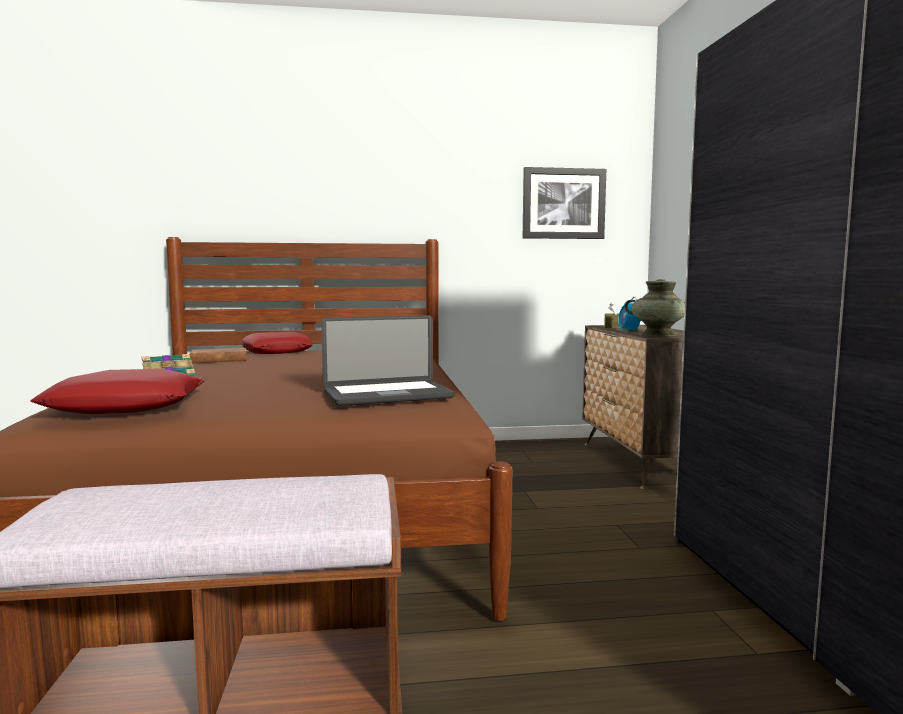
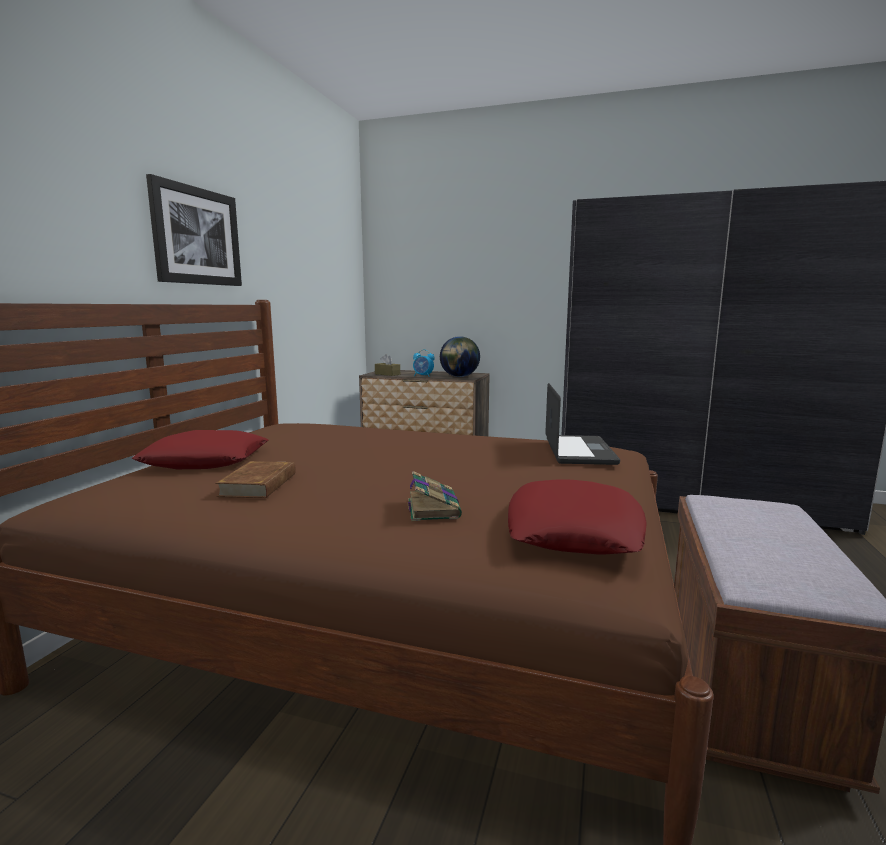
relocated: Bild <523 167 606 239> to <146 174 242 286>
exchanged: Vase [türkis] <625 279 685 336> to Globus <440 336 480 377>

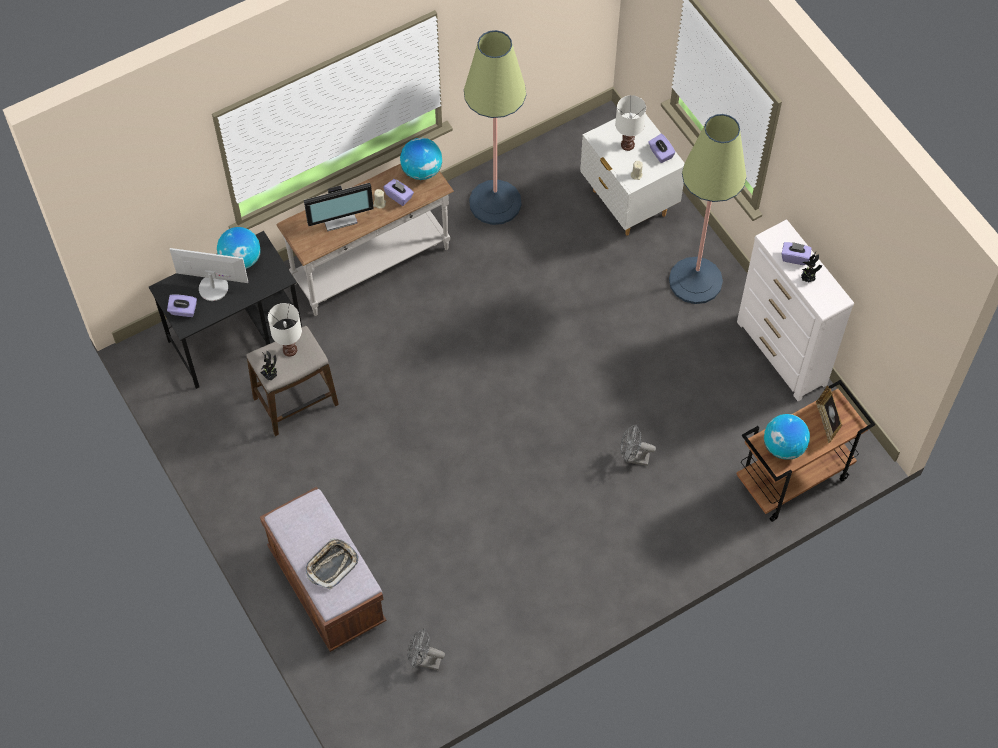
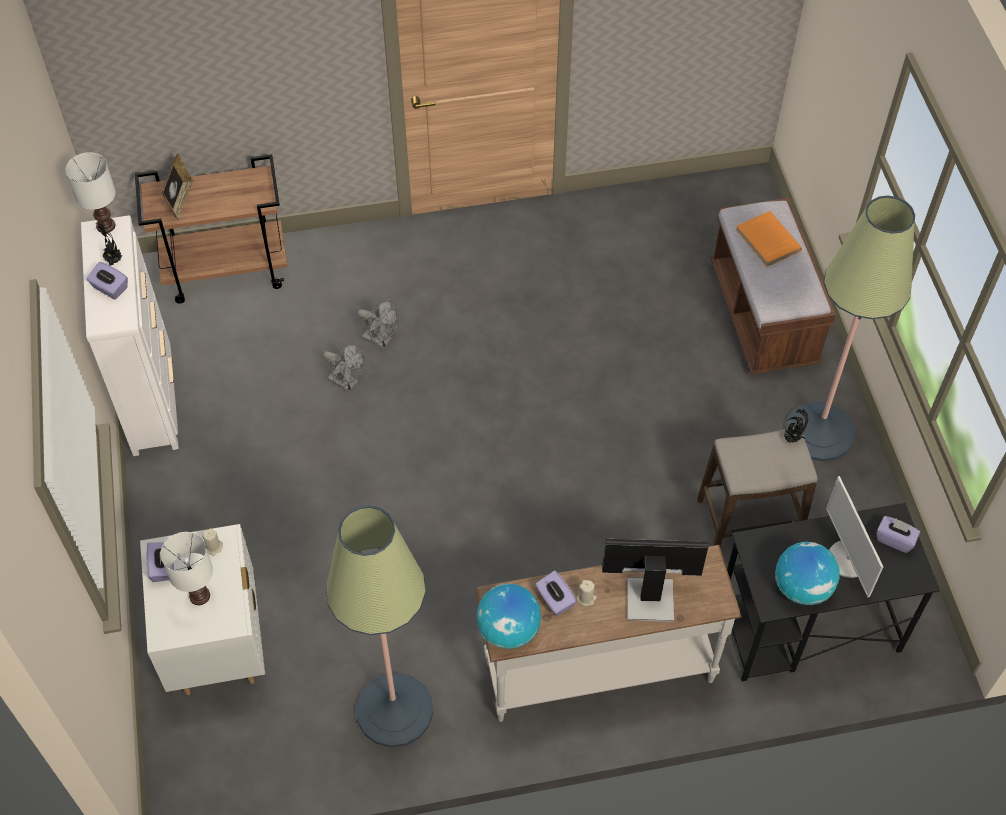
missing: Globus <764 414 810 460>
relocated: Tischlampe [weiß] <268 303 302 356> to <66 152 116 233>; Ventilator [grau] <407 628 445 670> to <323 343 365 392>; Stehlampe <669 114 747 304> to <786 195 915 462>
exchanged: Tablett <305 538 359 590> to Buch [orange] <736 211 802 267>
spun: Monitor <170 248 248 301> = <826 476 883 597> 45 degrees clockwise

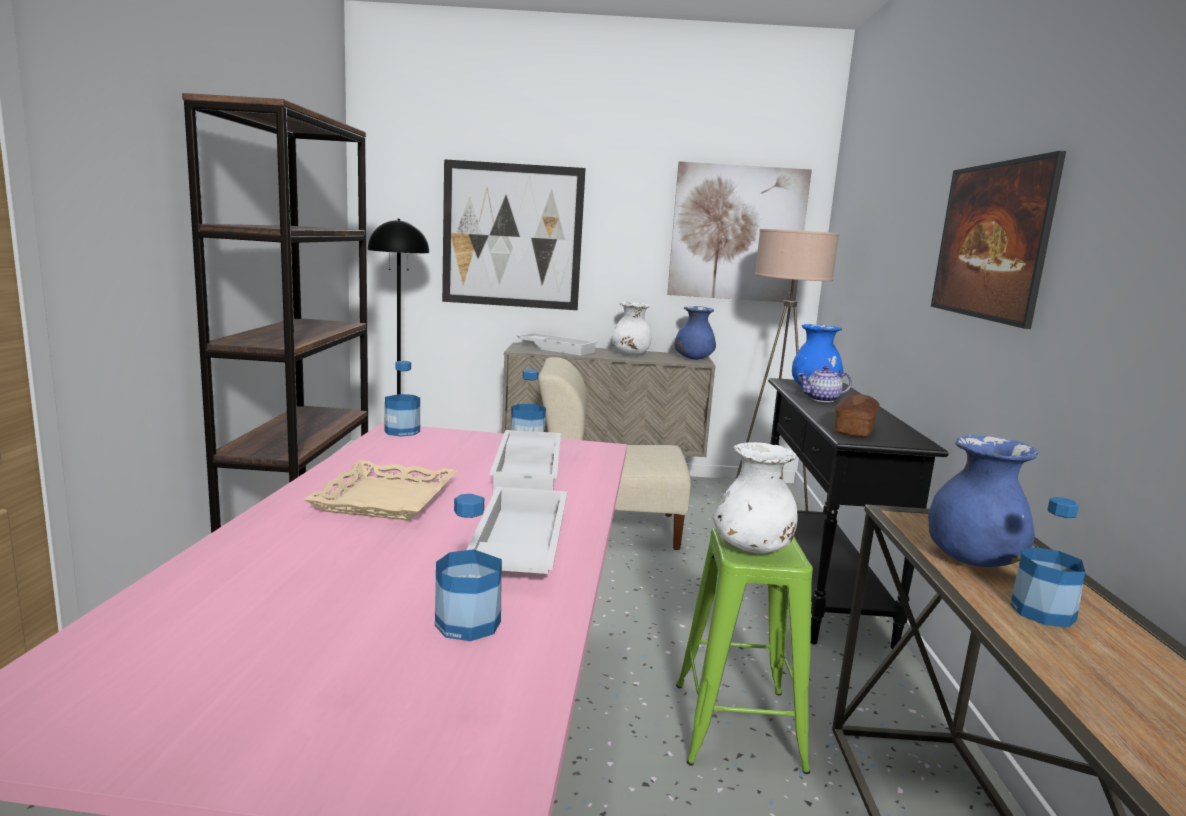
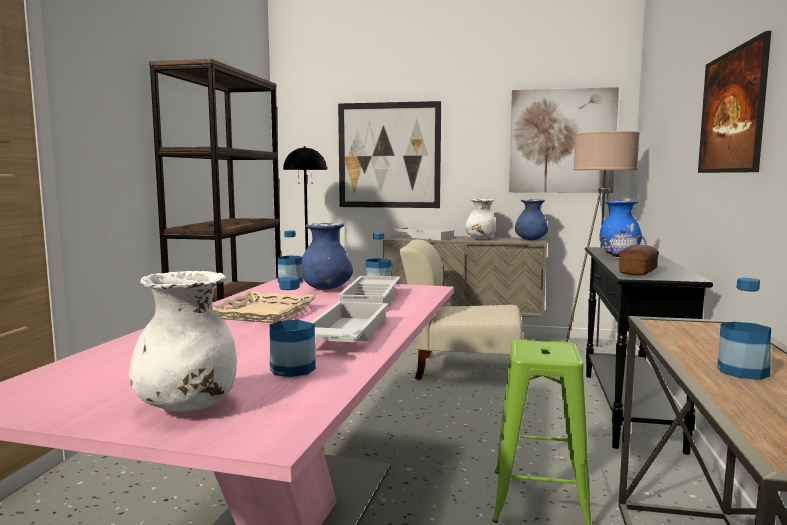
relocated: Vase [weiß] <713 442 798 554> to <129 271 237 412>; Vase [blau] <928 435 1038 567> to <302 223 353 290>

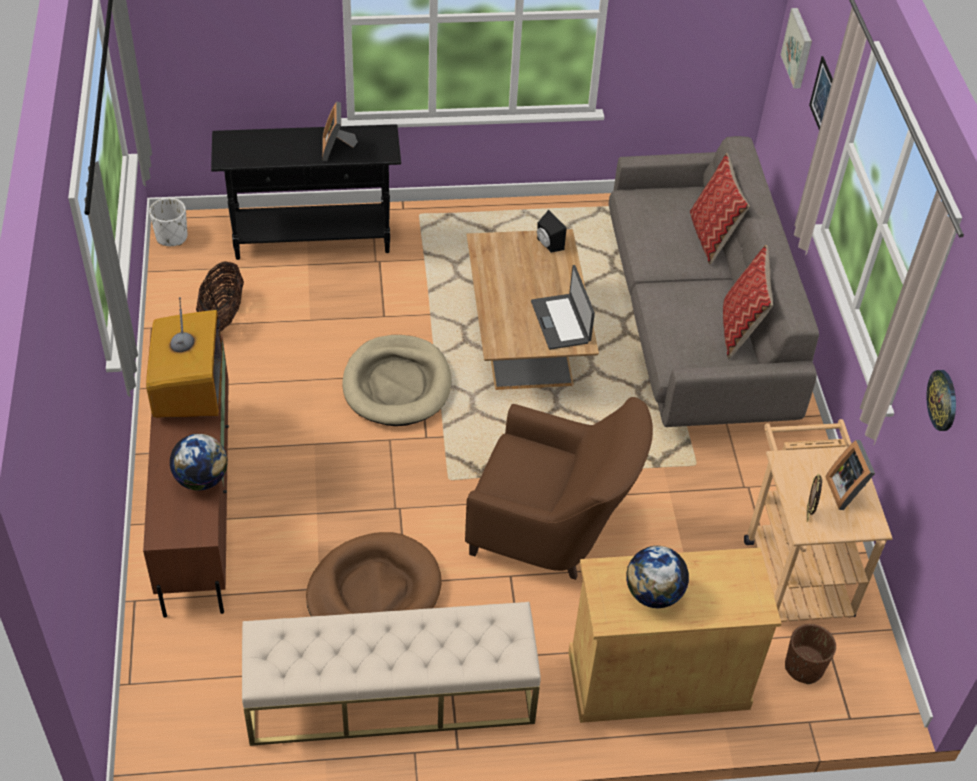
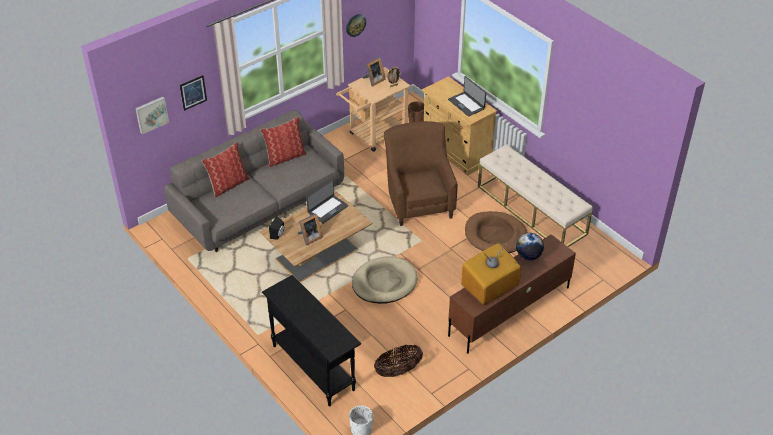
relocated: Bilderrahmen <322 102 358 161> to <297 213 323 245>
exchanged: Globus <626 546 689 608> to Laptop <448 76 486 117>

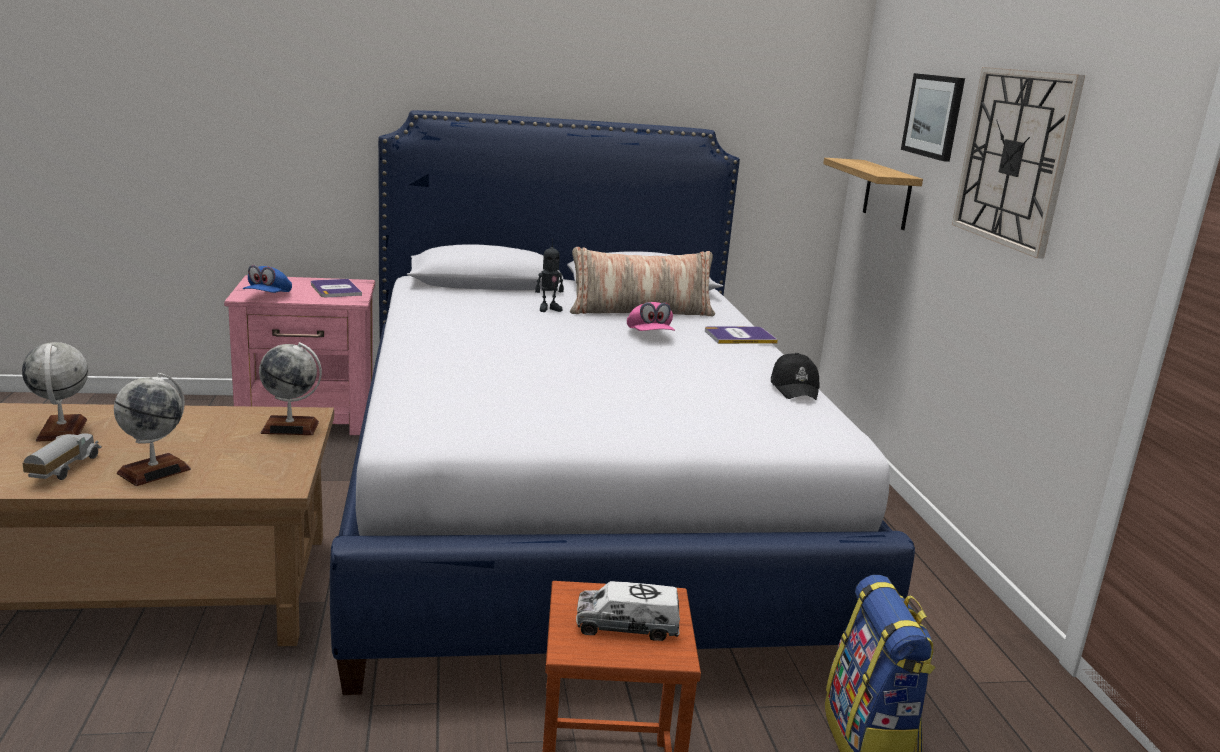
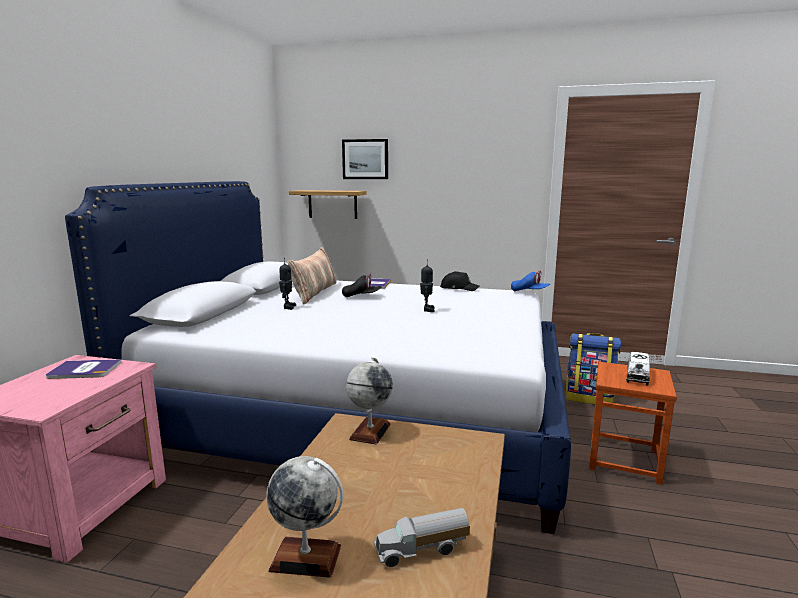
missing: Globus <114 373 191 486>; Wanduhr <952 67 1085 259>
appeared: Spielzeugroboter <420 265 435 312>
relocated: Kappe [blau] <243 265 292 293> to <511 271 550 291>
colour: Kappe [rosa] <627 302 675 331> to Kappe [schwarz] <342 273 382 297>
spun: Spielzeuglaster <22 433 102 480> = <374 508 470 567> 45 degrees counterclockwise

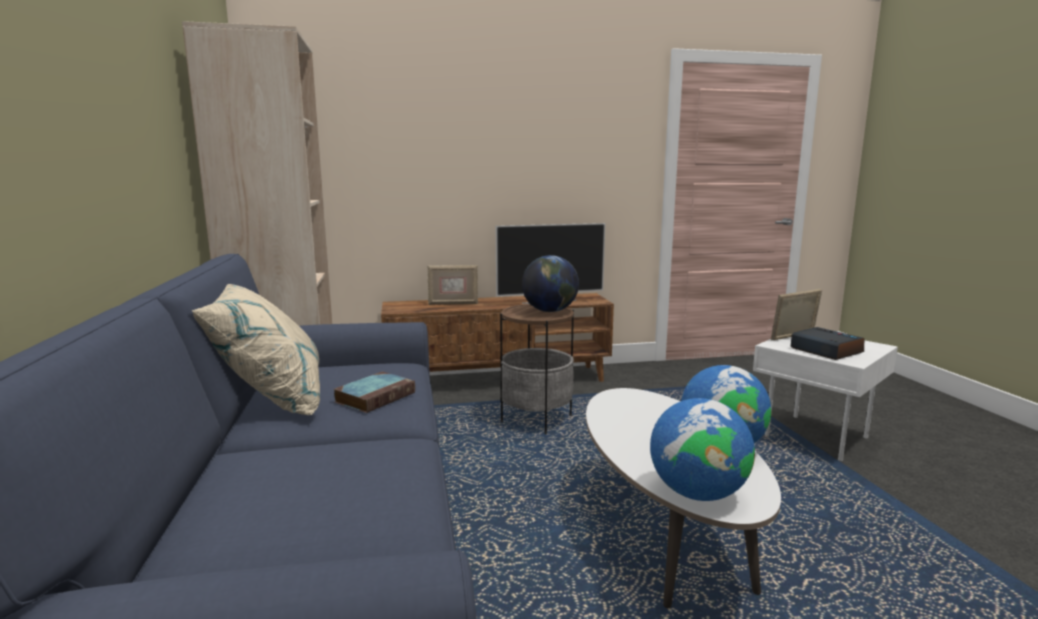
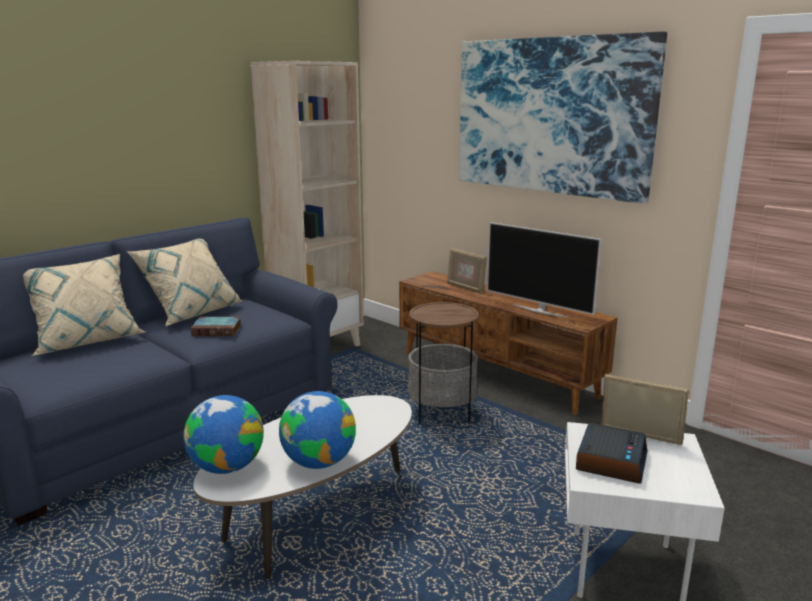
missing: Globus <522 255 579 312>
appeared: Kissen [beige] <23 254 146 356>; Bild <459 31 667 204>

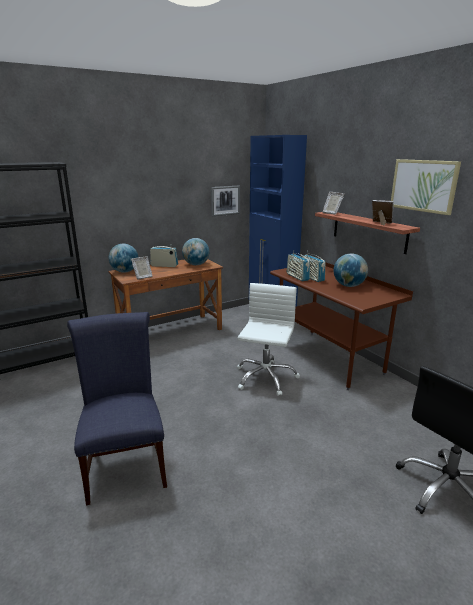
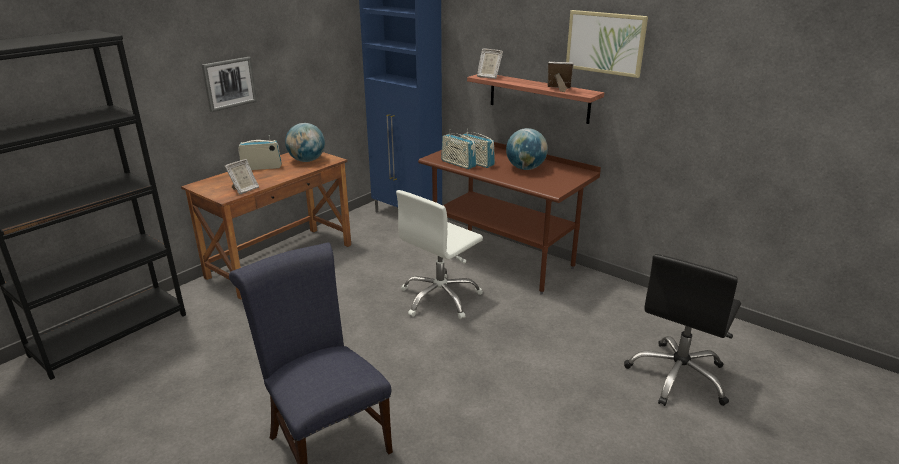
missing: Globus <109 244 139 273>
relocated: Bild <211 186 240 216> to <202 57 257 112>
spun: Bürostuhl [weiß] <237 283 300 396> = <396 190 483 319> 135 degrees counterclockwise

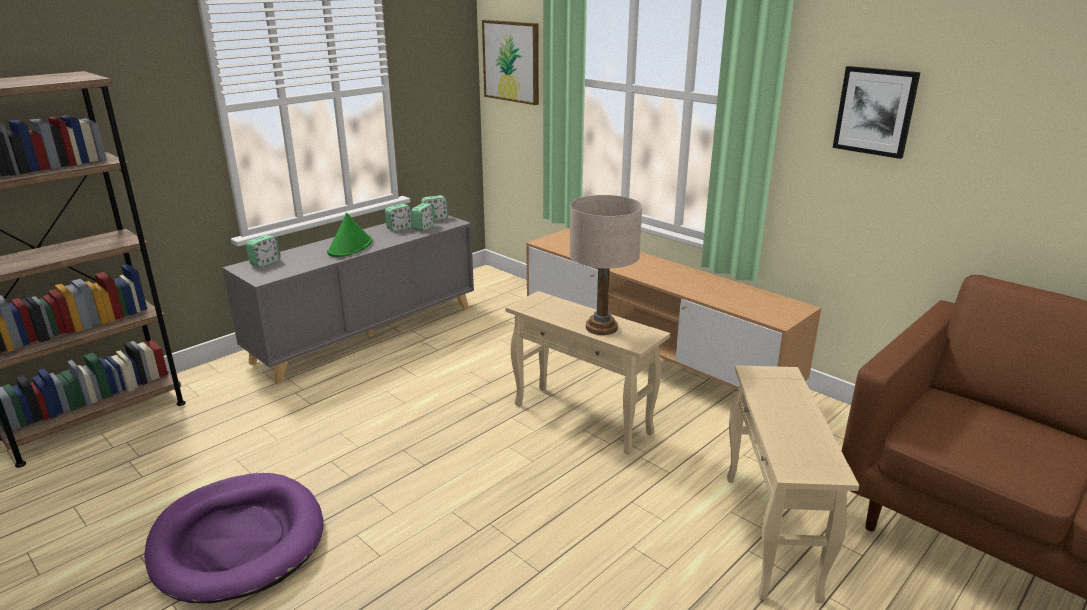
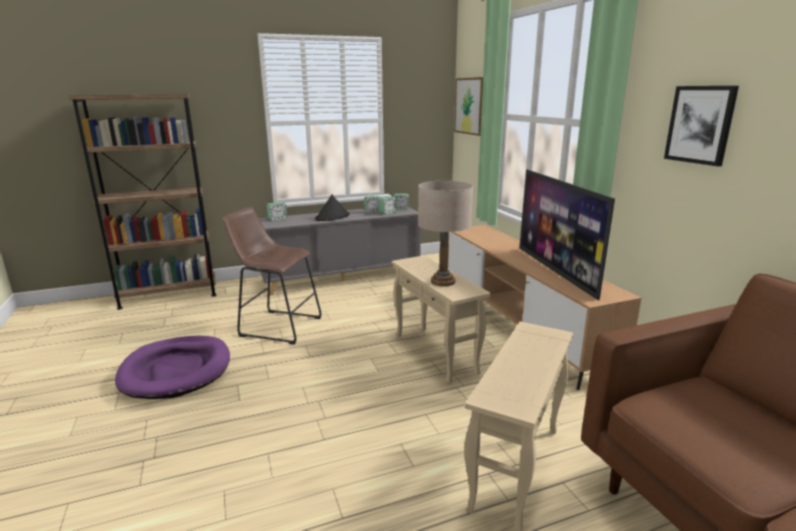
appeared: Hocker [braun] <223 207 321 345>; Fernseher <519 169 615 300>
colour: Hut [grün] <327 213 372 257> to Hut [schwarz] <315 194 349 221>

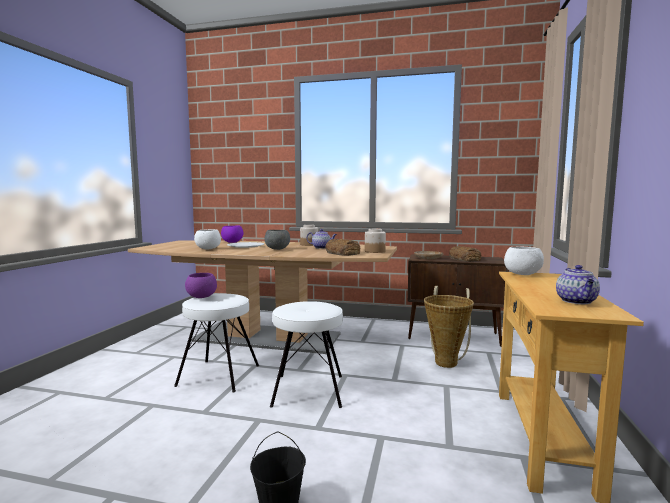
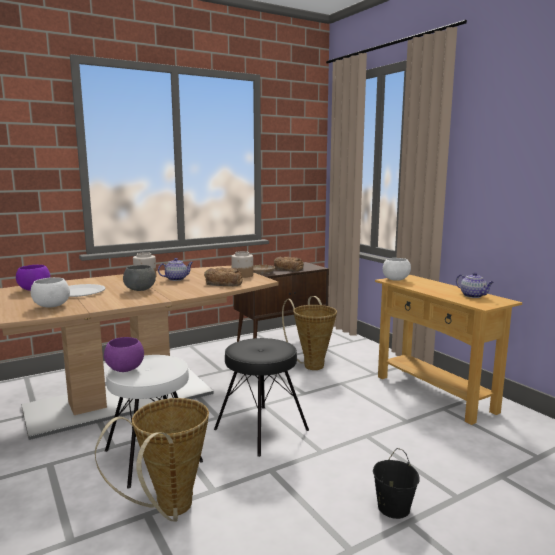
appeared: Korb <95 398 209 521>
colour: Hocker [weiß] <270 301 343 408> to Hocker [schwarz] <214 338 309 457>

